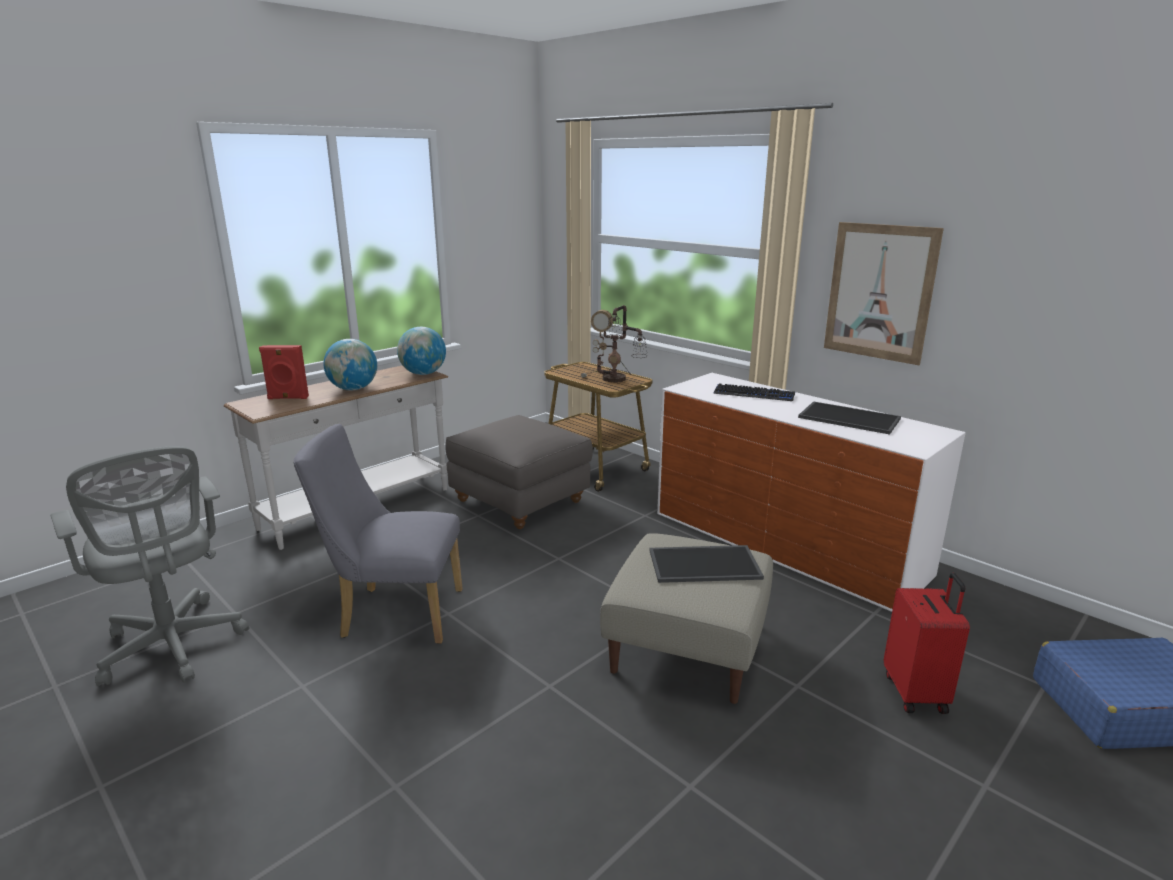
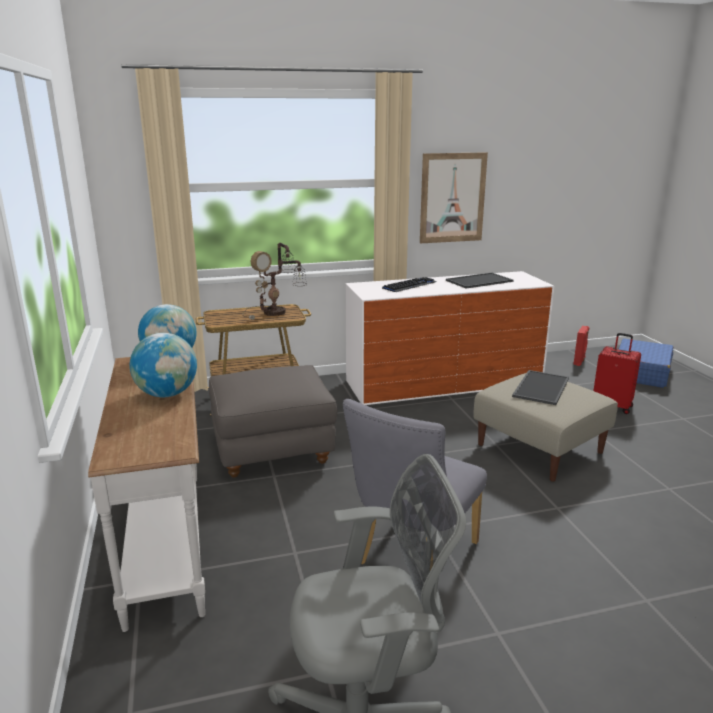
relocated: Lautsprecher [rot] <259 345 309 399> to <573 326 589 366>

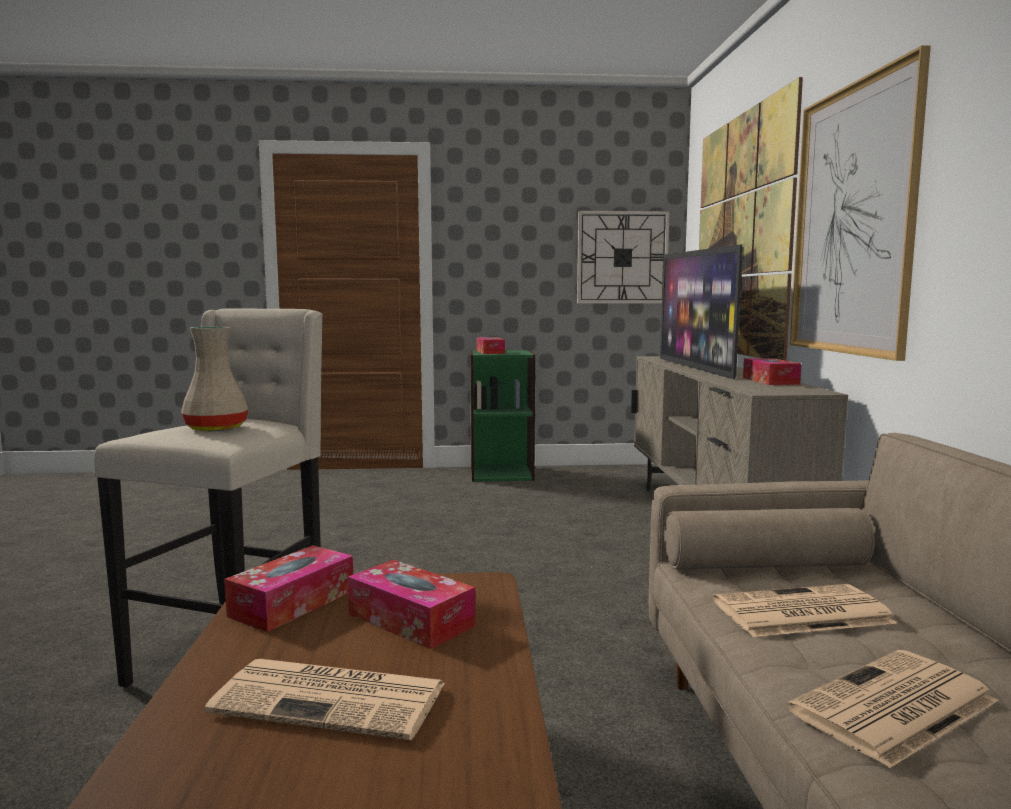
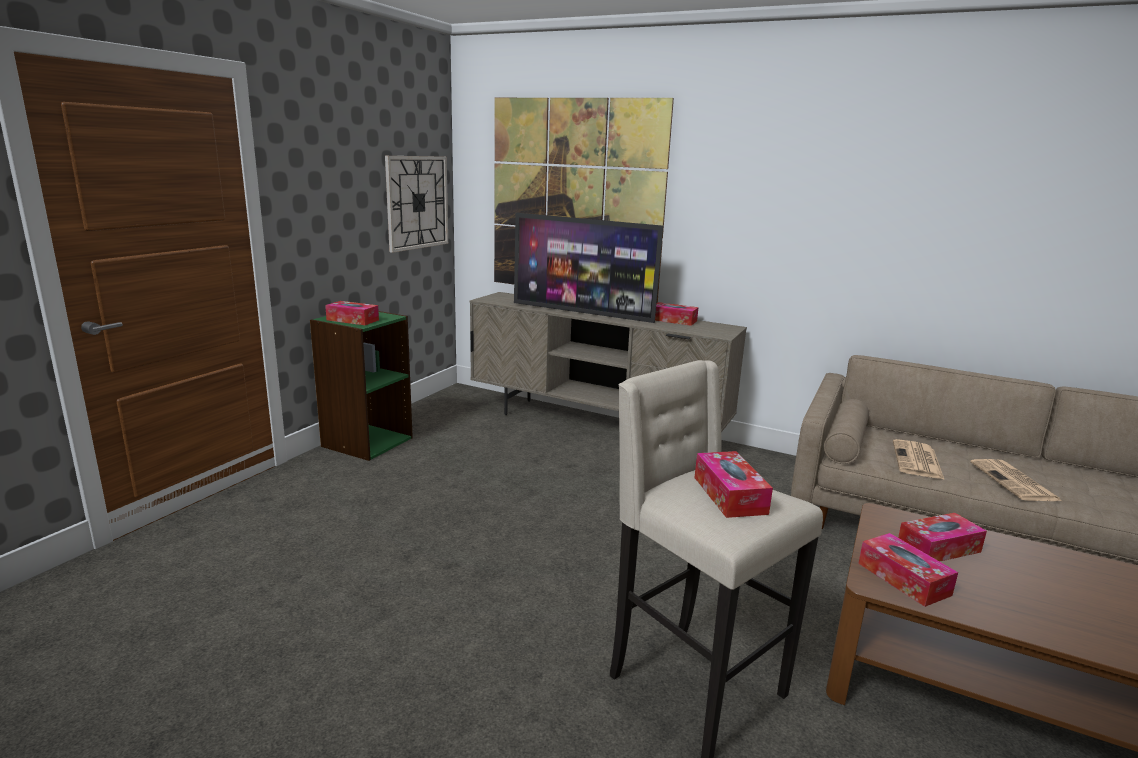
missing: Zeitung <204 659 445 740>; Bild <790 45 931 361>
exchanged: Vase [beige] <181 327 248 431> to Taschentuchbox <694 451 773 518>

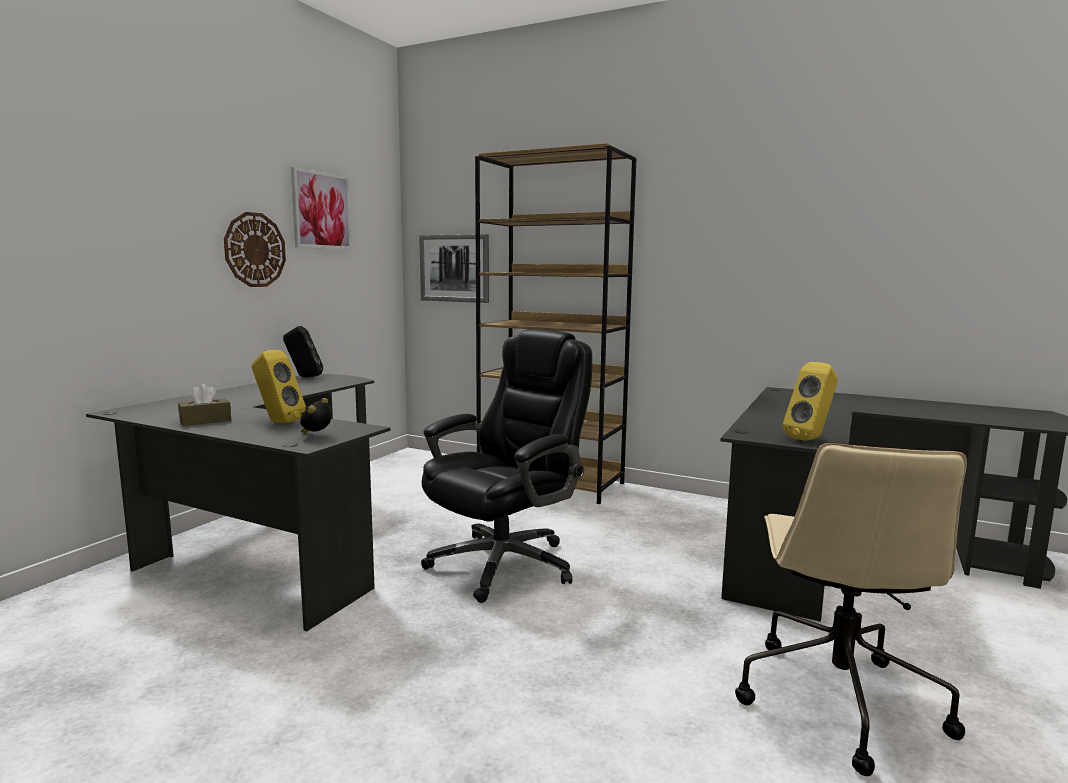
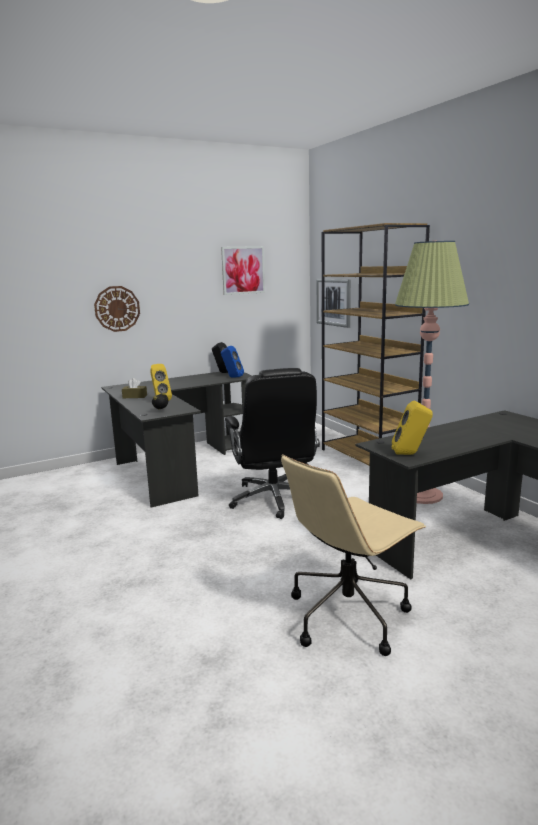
appeared: Lautsprecher [blau] <221 346 244 378>; Stehlampe <395 241 469 504>
relocated: Wanduhr <224 212 286 287> to <94 286 140 332>
spun: Bürostuhl [schwarz] <421 329 592 603> = <225 368 320 519> 90 degrees clockwise

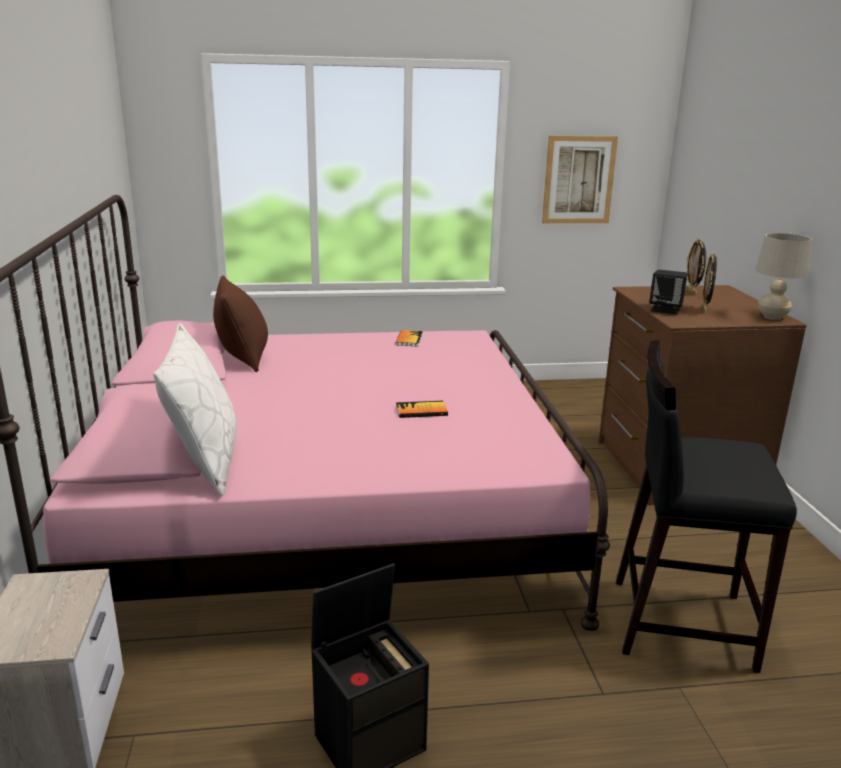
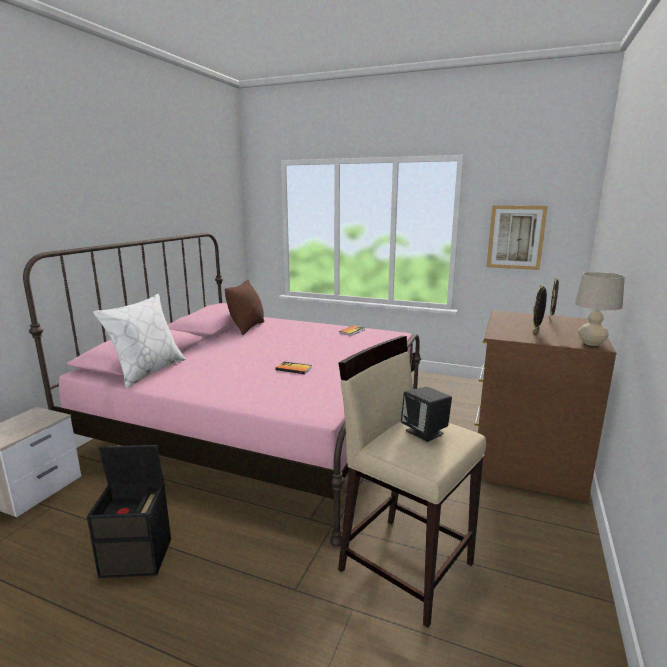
relocated: Lautsprecher [schwarz] <649 270 688 315> to <401 387 452 442>
colour: Hocker [schwarz] <616 340 797 673> to Hocker [beige] <338 336 486 628>

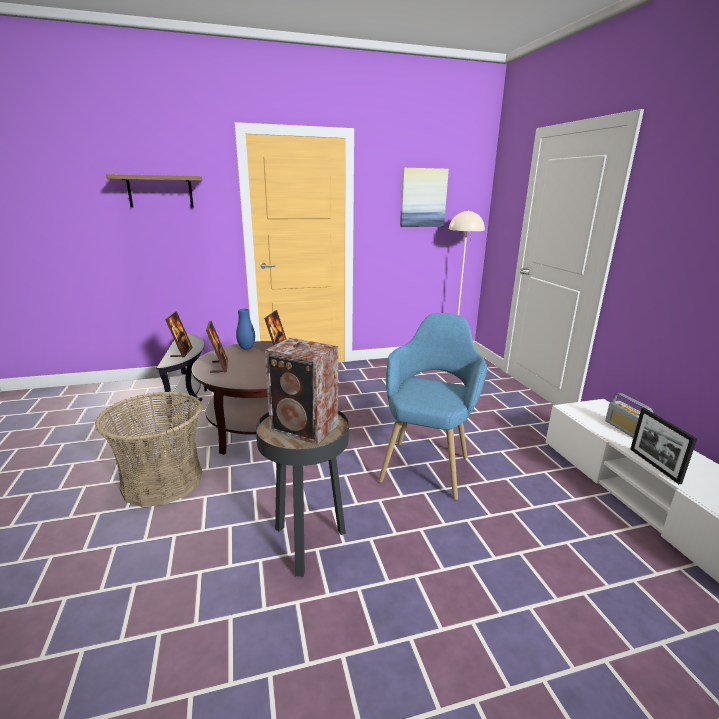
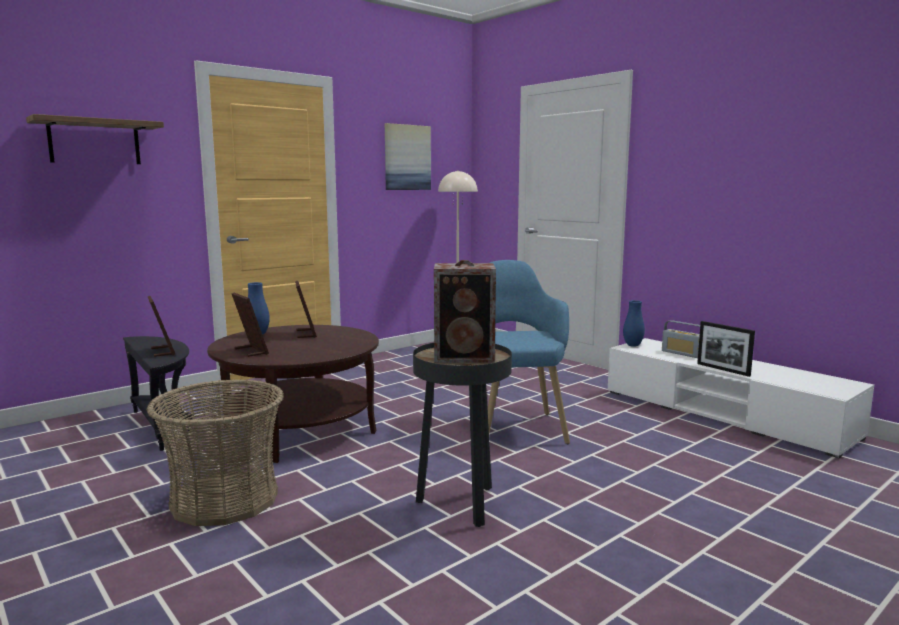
appeared: Vase [blau] <623 300 645 347>

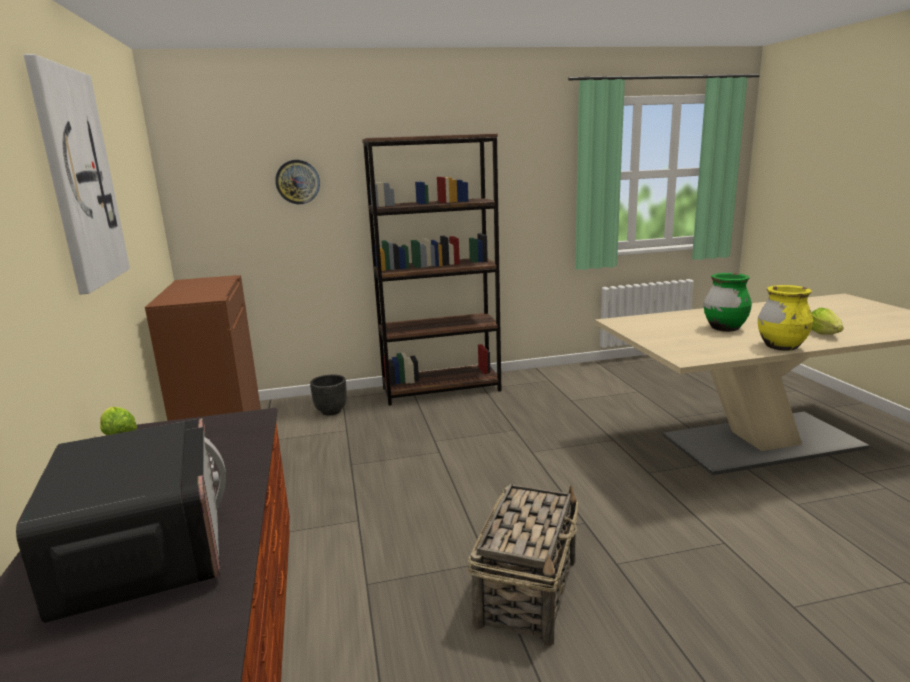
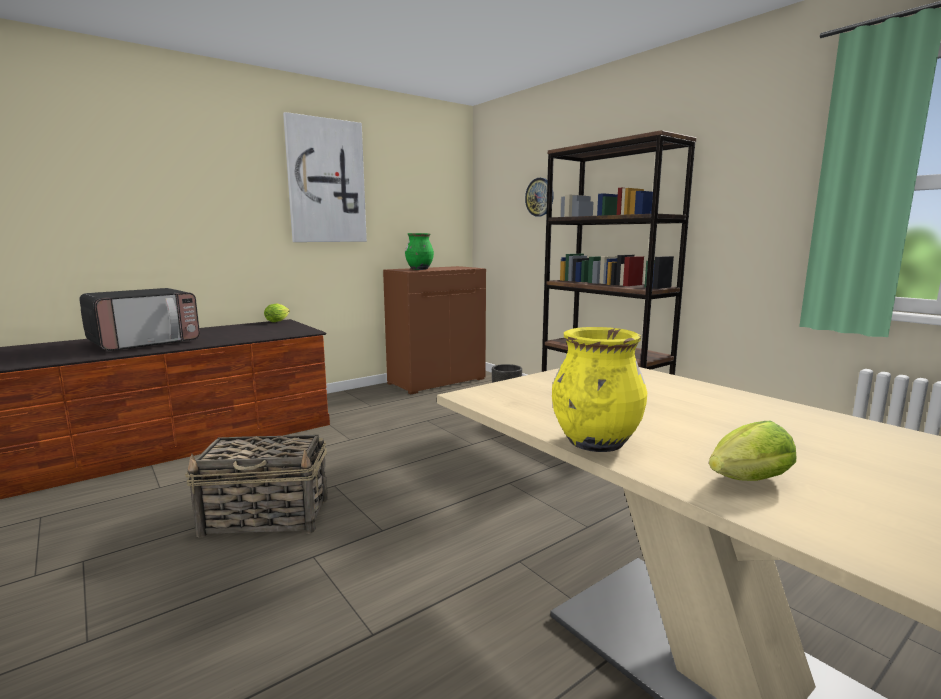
relocated: Vase [grün] <704 273 752 332> to <405 233 434 270>

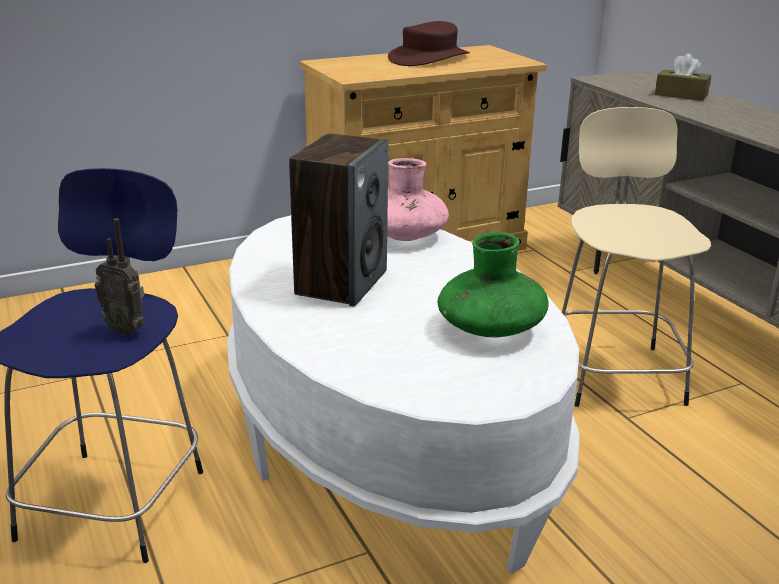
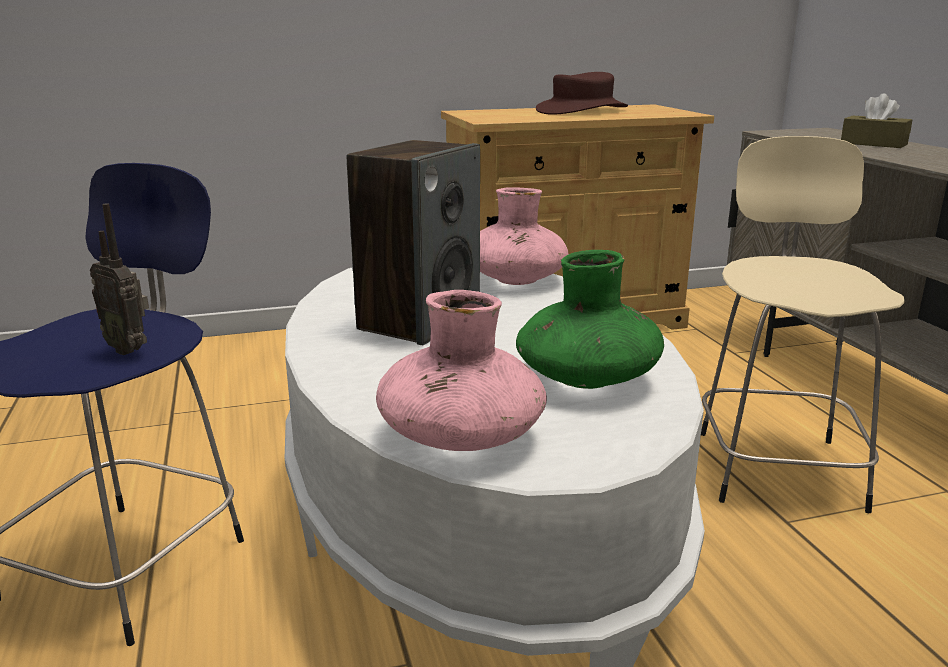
appeared: Vase [rosa] <376 290 547 451>

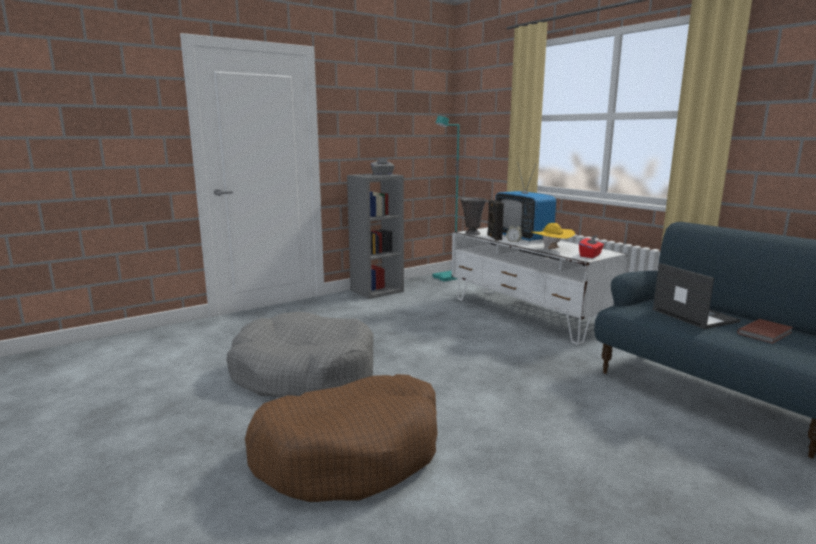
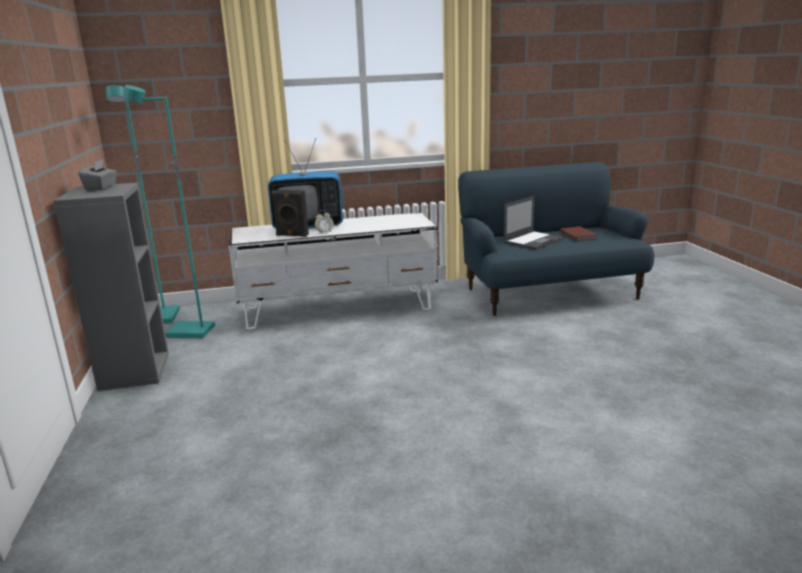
missing: Hundebett [grau] <227 312 374 398>; Hundebett [braun] <245 374 438 502>; Vase [grau] <460 197 486 235>; Hut [gelb] <532 223 575 249>; Taschentuchbox [rot] <579 235 604 258>
appeared: Stehlampe [türkis] <123 85 215 338>
spun: Laptop <652 263 741 329> = <503 195 564 250> 135 degrees clockwise

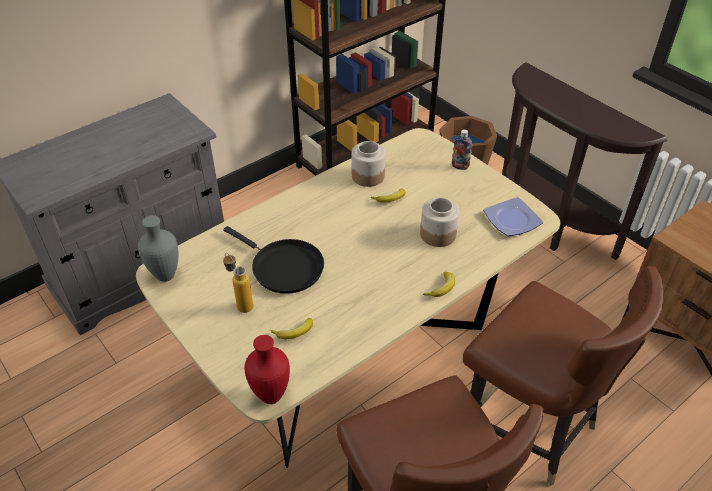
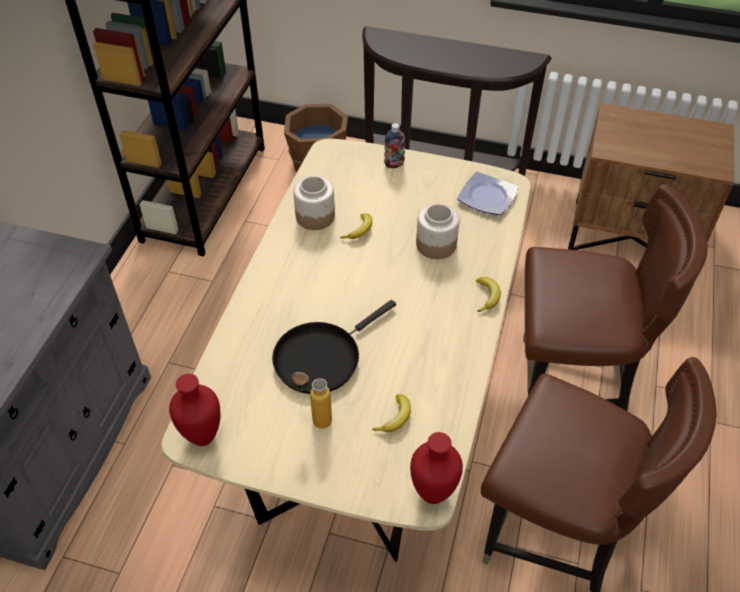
colour: Vase [grau] <138 215 179 282> to Vase [rot] <169 374 220 446>
spun: Pfanne [schwarz] <223 226 324 294> = <272 300 396 394> 135 degrees clockwise

